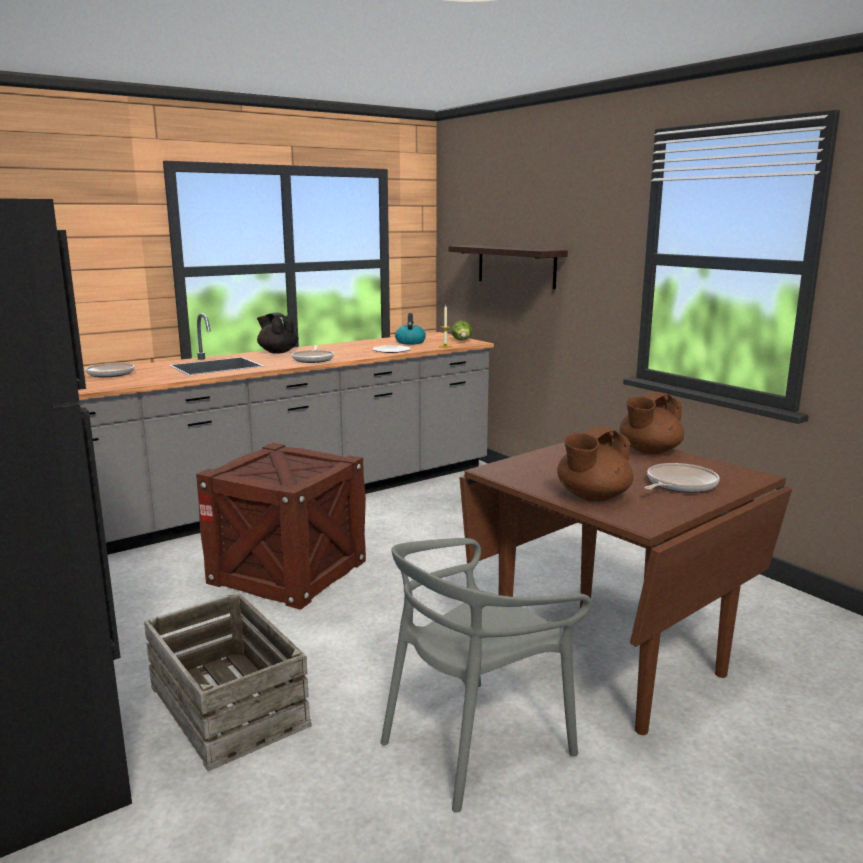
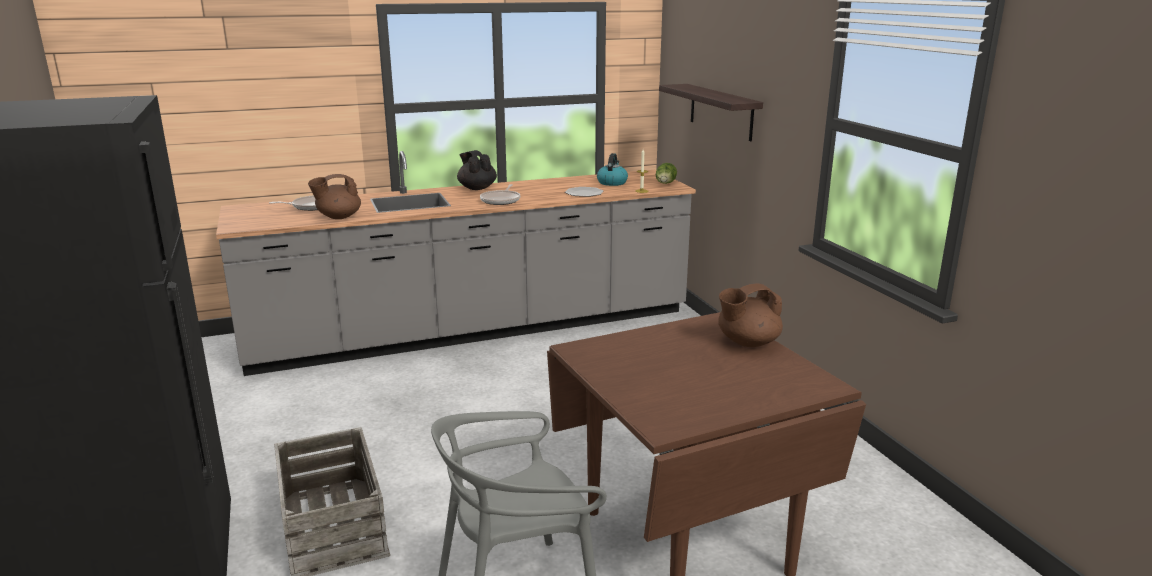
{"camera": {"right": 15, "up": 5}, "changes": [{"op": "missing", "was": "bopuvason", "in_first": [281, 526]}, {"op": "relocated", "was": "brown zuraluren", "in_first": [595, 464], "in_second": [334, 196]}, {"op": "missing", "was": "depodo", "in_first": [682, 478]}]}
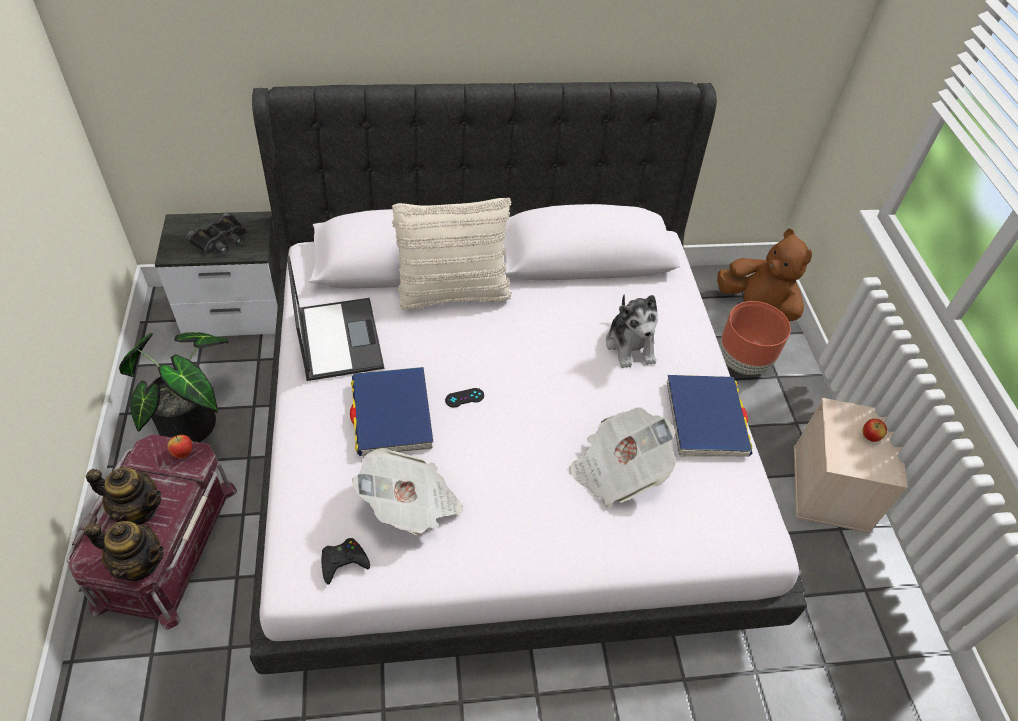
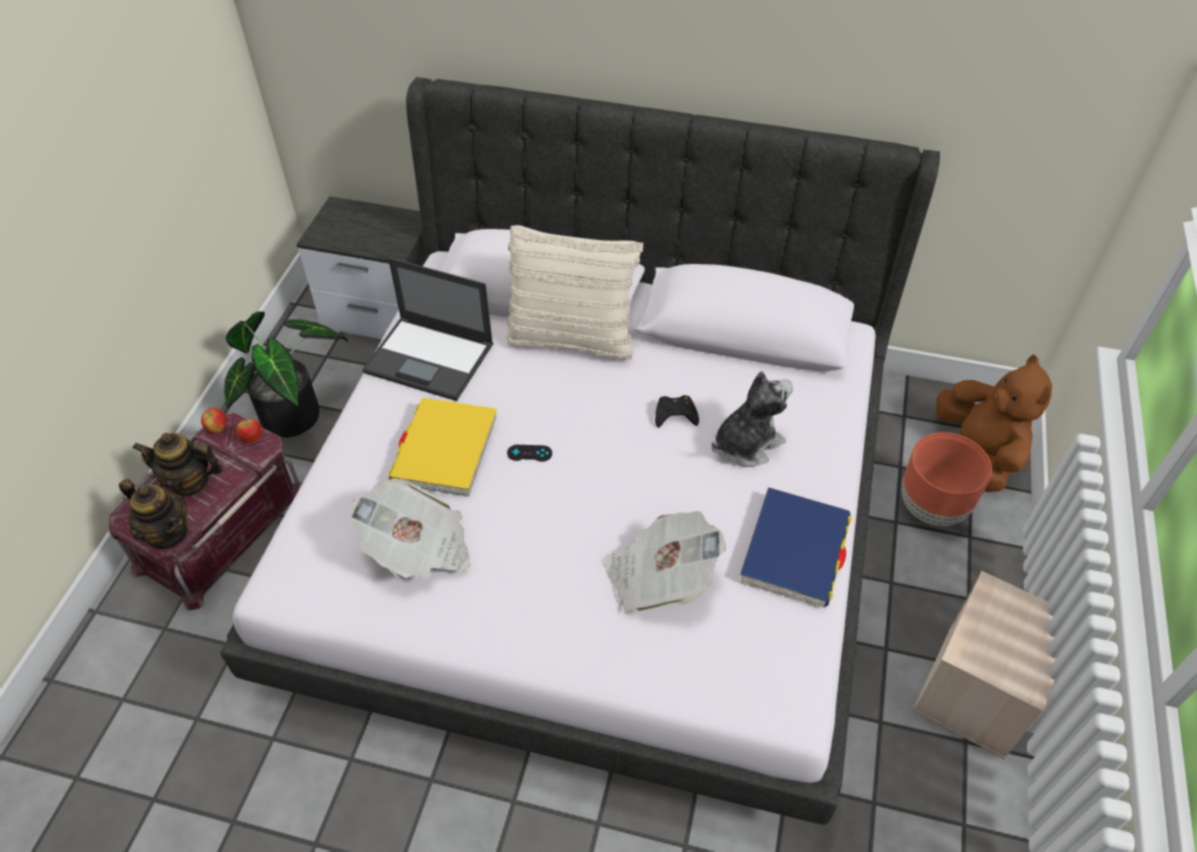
{"camera": {"right": 25, "up": 0}, "changes": [{"op": "spun", "was": "zuraluren", "in_first": [124, 496], "in_second": [178, 465], "clockwise": 150}, {"op": "missing", "was": "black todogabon", "in_first": [216, 233]}, {"op": "spun", "was": "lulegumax", "in_first": [335, 318], "in_second": [427, 329], "clockwise": 105}, {"op": "relocated", "was": "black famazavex", "in_first": [346, 561], "in_second": [677, 411]}, {"op": "colour", "was": "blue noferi", "now": "yellow noferi", "in_first": [391, 411], "in_second": [443, 447]}, {"op": "spun", "was": "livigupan", "in_first": [632, 331], "in_second": [752, 419], "clockwise": -135}, {"op": "relocated", "was": "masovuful", "in_first": [875, 430], "in_second": [213, 420]}]}
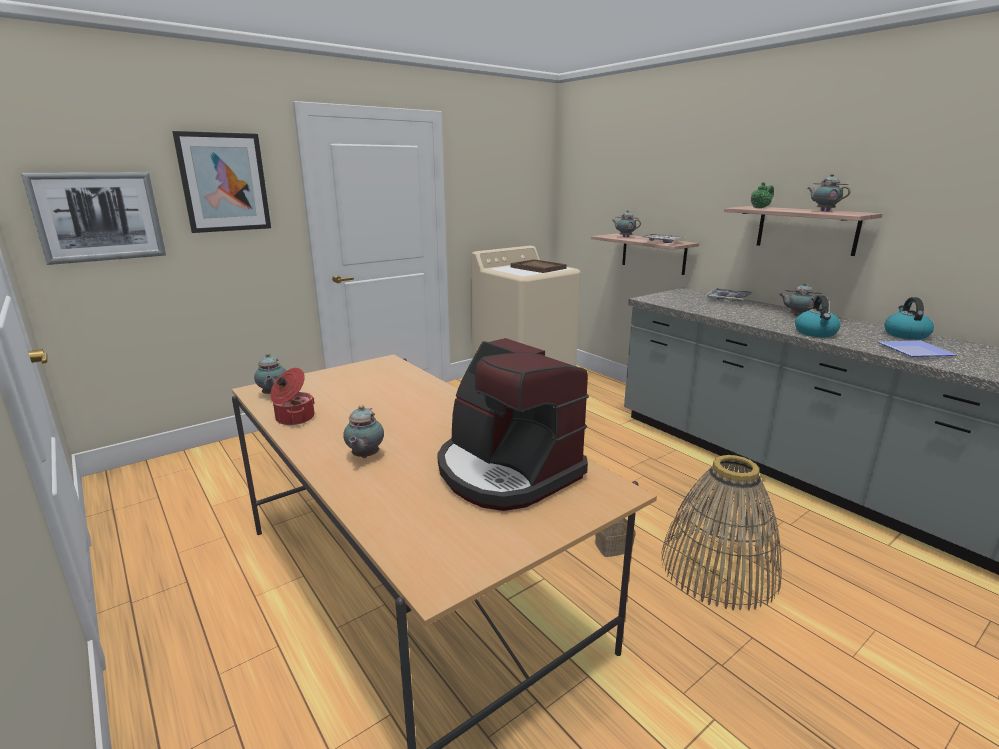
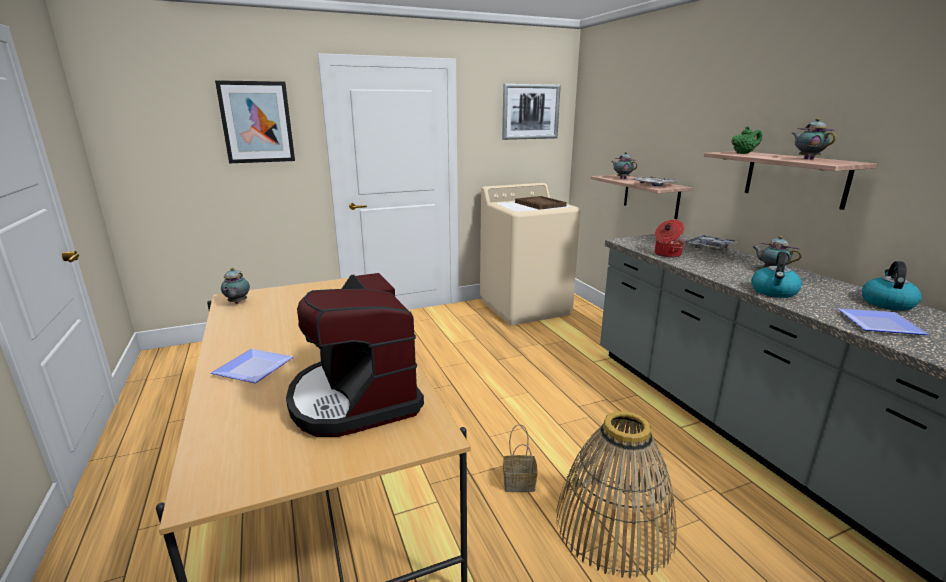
{"camera": {"right": 15, "up": 0}, "changes": [{"op": "relocated", "was": "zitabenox", "in_first": [93, 218], "in_second": [531, 112]}, {"op": "relocated", "was": "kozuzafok", "in_first": [293, 396], "in_second": [669, 239]}, {"op": "exchanged", "was": "zuraluren", "now": "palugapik", "in_first": [363, 431], "in_second": [252, 366]}]}
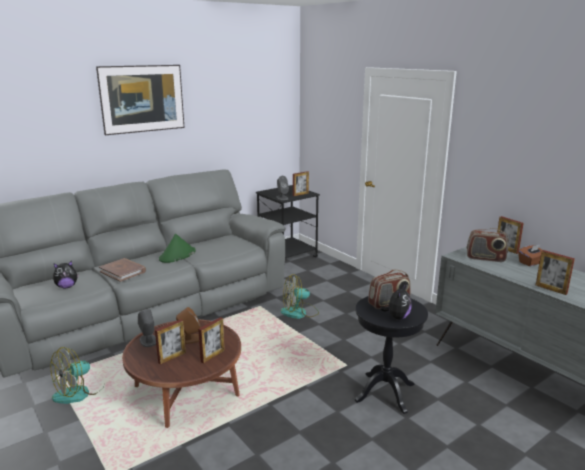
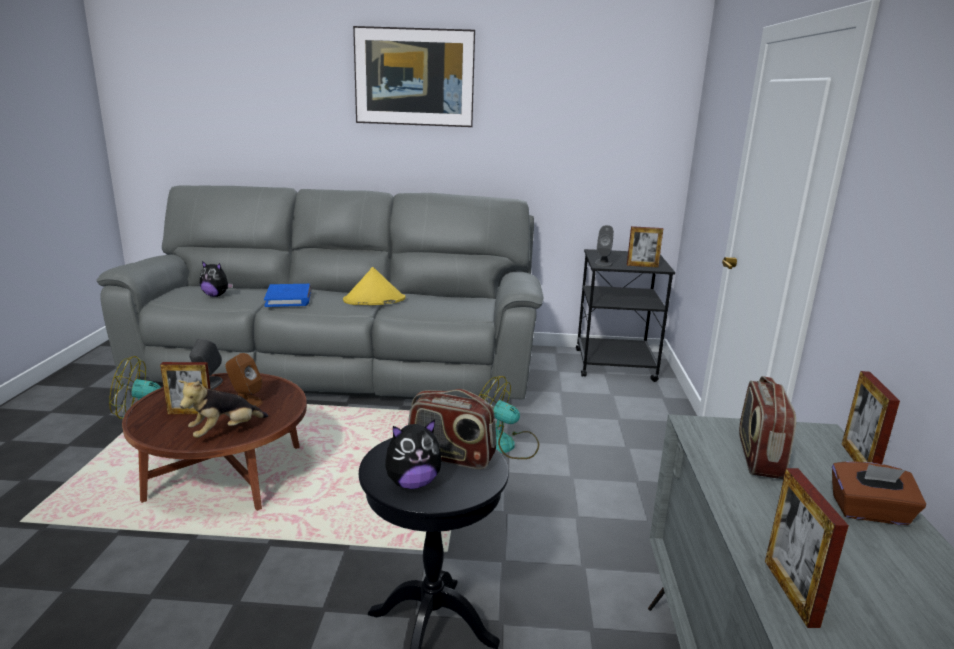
{"camera": {"right": 40, "up": 0}, "changes": [{"op": "colour", "was": "brown noferi", "now": "blue noferi", "in_first": [122, 270], "in_second": [288, 295]}, {"op": "colour", "was": "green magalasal", "now": "yellow magalasal", "in_first": [177, 248], "in_second": [374, 286]}, {"op": "exchanged", "was": "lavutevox", "now": "livigupan", "in_first": [211, 340], "in_second": [223, 409]}, {"op": "spun", "was": "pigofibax", "in_first": [487, 245], "in_second": [767, 427], "clockwise": 45}]}
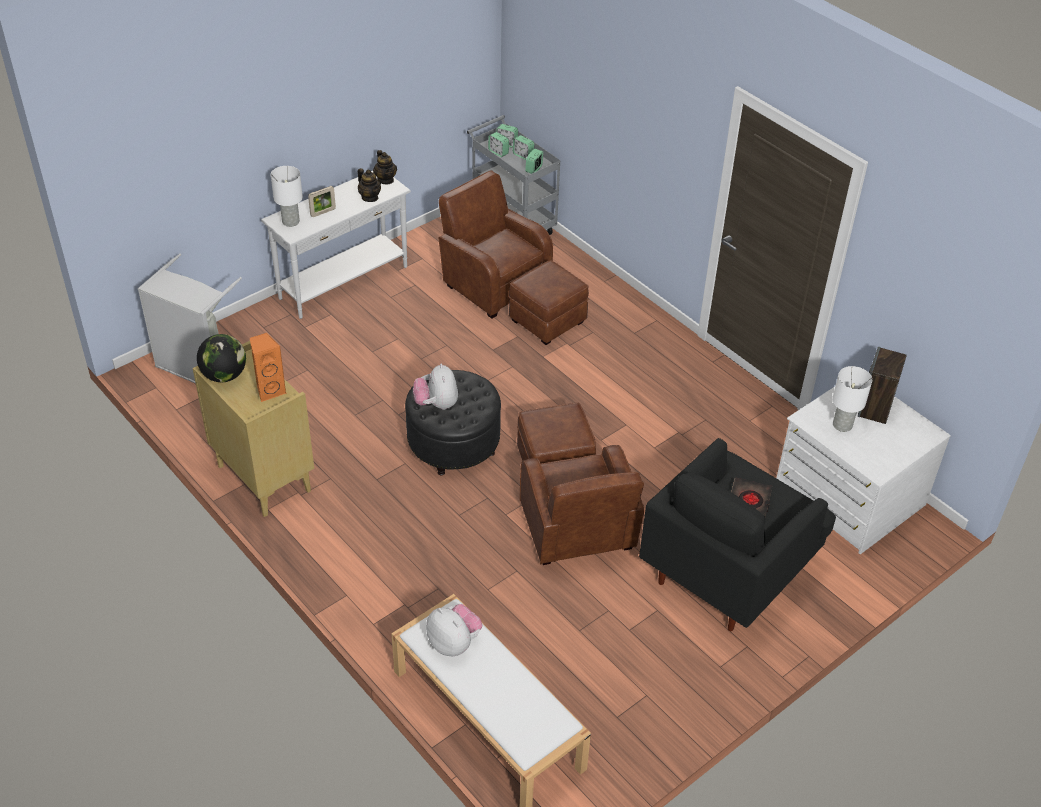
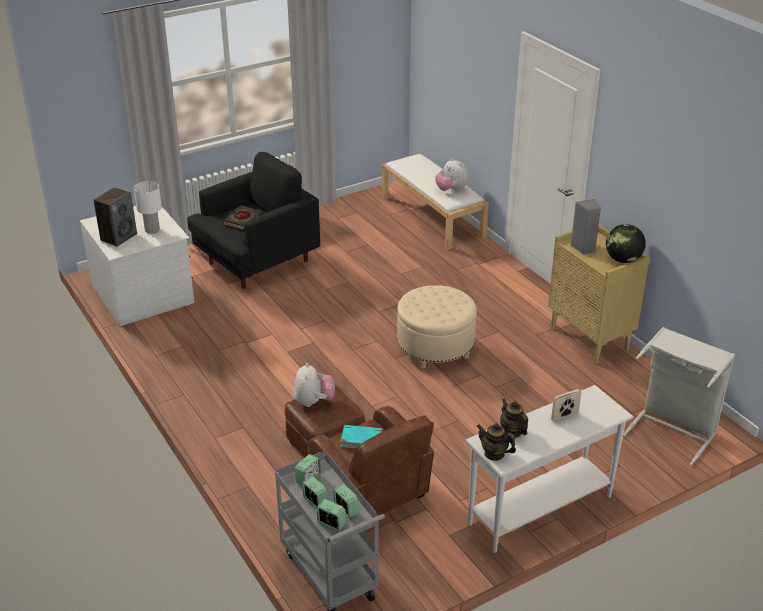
{"camera": {"right": -170, "up": -10}, "changes": [{"op": "colour", "was": "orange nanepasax", "now": "grey nanepasax", "in_first": [268, 367], "in_second": [586, 226]}, {"op": "missing", "was": "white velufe", "in_first": [287, 196]}, {"op": "spun", "was": "zuraluren", "in_first": [385, 167], "in_second": [496, 442], "clockwise": -45}, {"op": "colour", "was": "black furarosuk", "now": "beige furarosuk", "in_first": [453, 422], "in_second": [437, 327]}, {"op": "relocated", "was": "livigupan", "in_first": [435, 387], "in_second": [314, 385]}, {"op": "missing", "was": "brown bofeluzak", "in_first": [581, 483]}, {"op": "appeared", "now": "turquoise noferi", "in_second": [359, 436]}]}
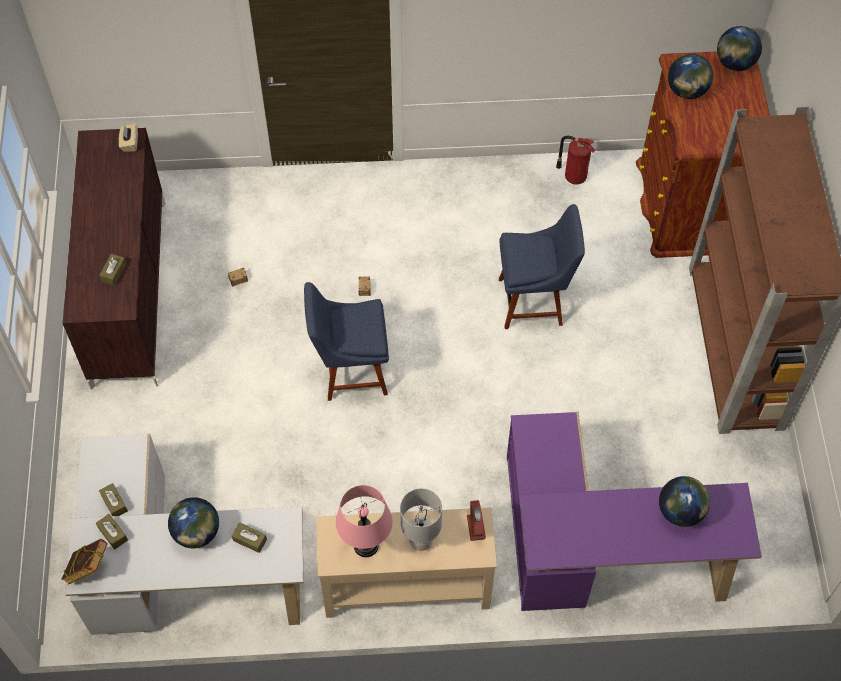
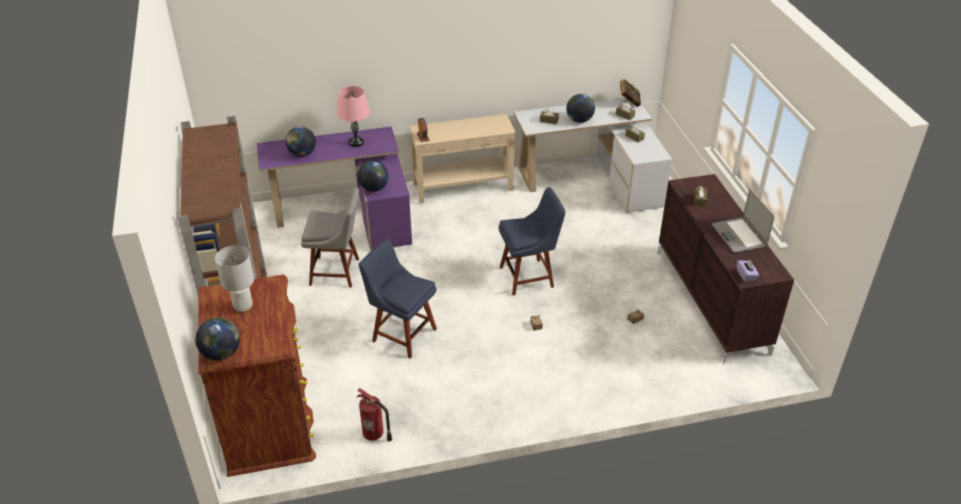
{"camera": {"right": 170, "up": -20}, "changes": [{"op": "colour", "was": "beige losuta", "now": "purple losuta", "in_first": [128, 137], "in_second": [748, 271]}, {"op": "relocated", "was": "pink velufe", "in_first": [364, 521], "in_second": [353, 116]}, {"op": "relocated", "was": "grey velufe", "in_first": [421, 519], "in_second": [234, 279]}, {"op": "spun", "was": "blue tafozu", "in_first": [542, 266], "in_second": [398, 299], "clockwise": 45}, {"op": "relocated", "was": "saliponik", "in_first": [690, 76], "in_second": [372, 176]}, {"op": "appeared", "now": "grey tafozu", "in_second": [330, 237]}, {"op": "appeared", "now": "lulegumax", "in_second": [743, 220]}]}
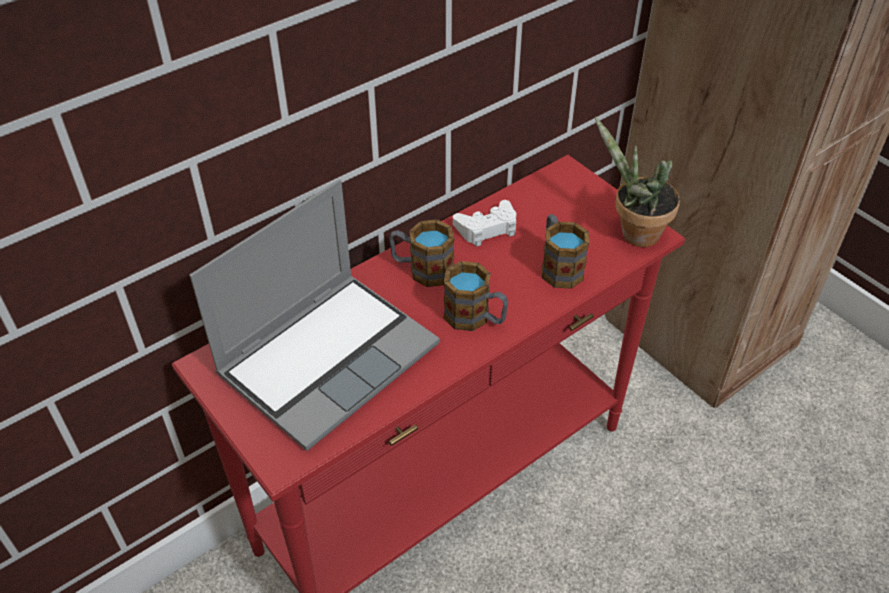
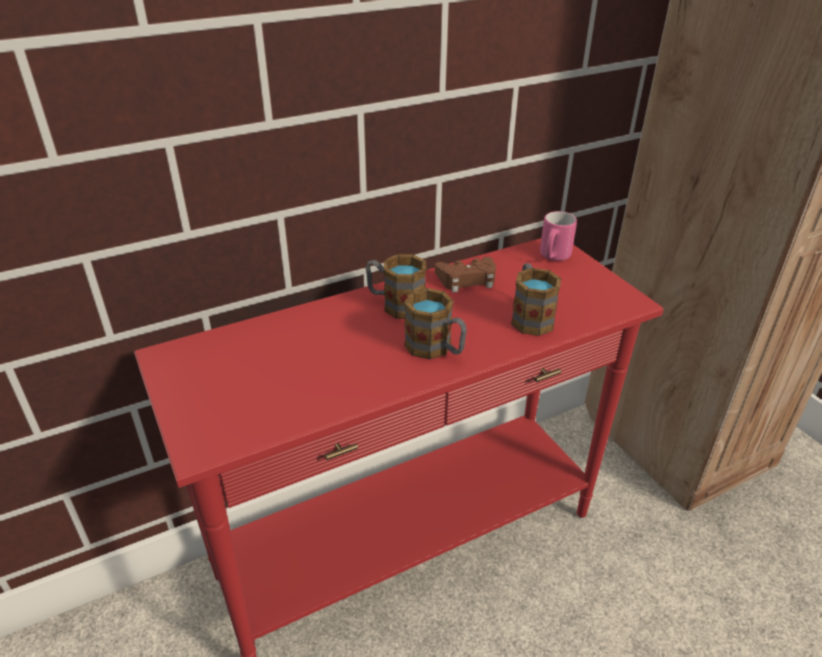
{"camera": {"right": 10, "up": -10}, "changes": [{"op": "missing", "was": "lulegumax", "in_first": [315, 315]}, {"op": "colour", "was": "white famazavex", "now": "brown famazavex", "in_first": [484, 223], "in_second": [465, 275]}, {"op": "missing", "was": "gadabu", "in_first": [637, 181]}, {"op": "appeared", "now": "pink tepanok", "in_second": [558, 236]}]}
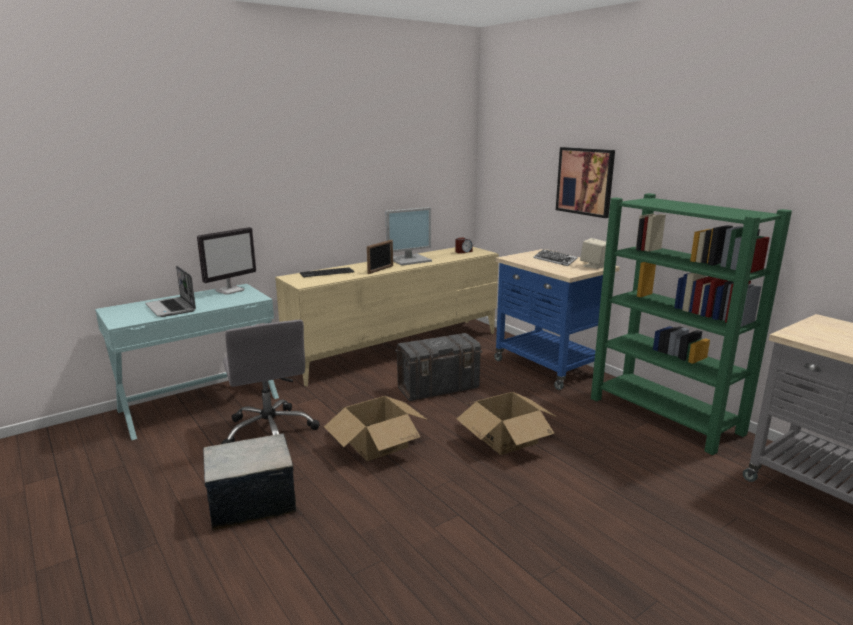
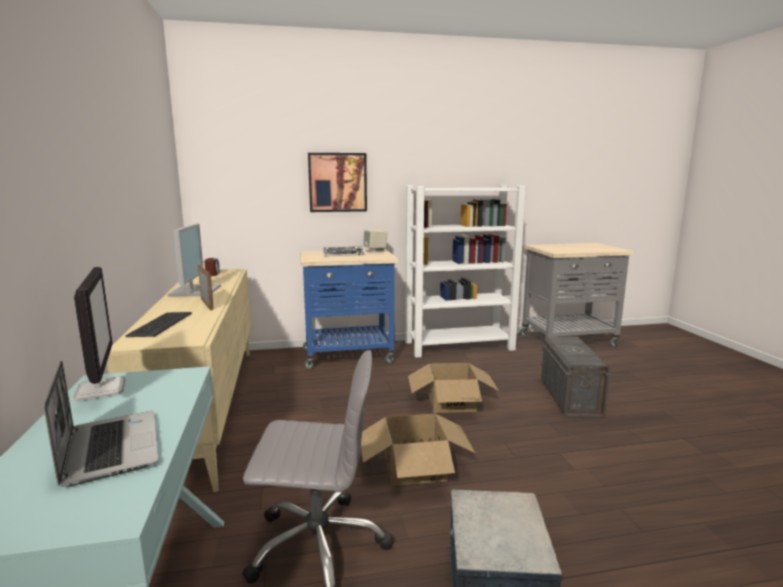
{"camera": {"right": -65, "up": -5}, "changes": [{"op": "spun", "was": "lulegumax", "in_first": [170, 291], "in_second": [101, 424], "clockwise": -105}, {"op": "relocated", "was": "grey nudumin", "in_first": [438, 367], "in_second": [576, 377]}, {"op": "colour", "was": "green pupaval", "now": "white pupaval", "in_first": [691, 324], "in_second": [465, 271]}]}
